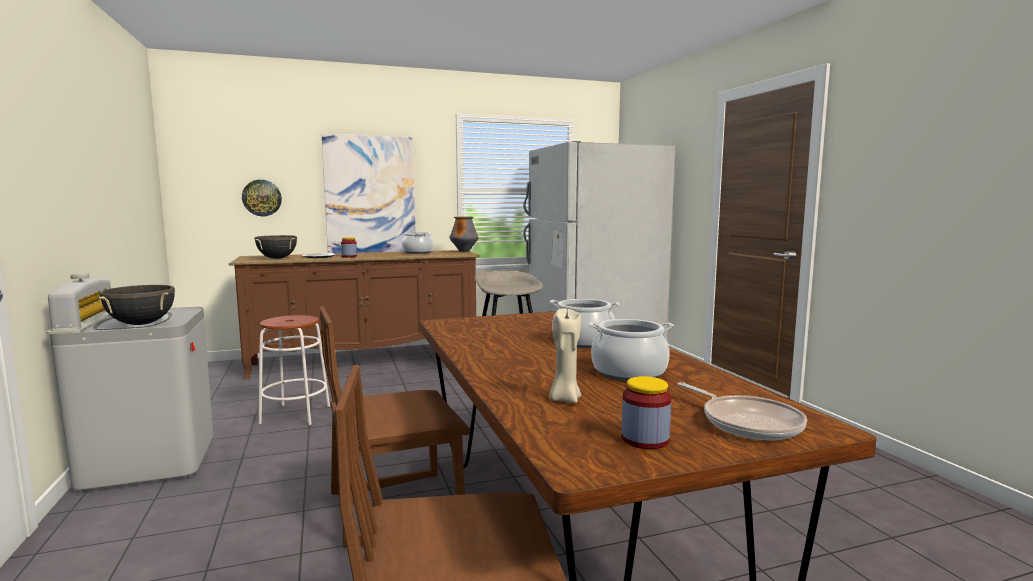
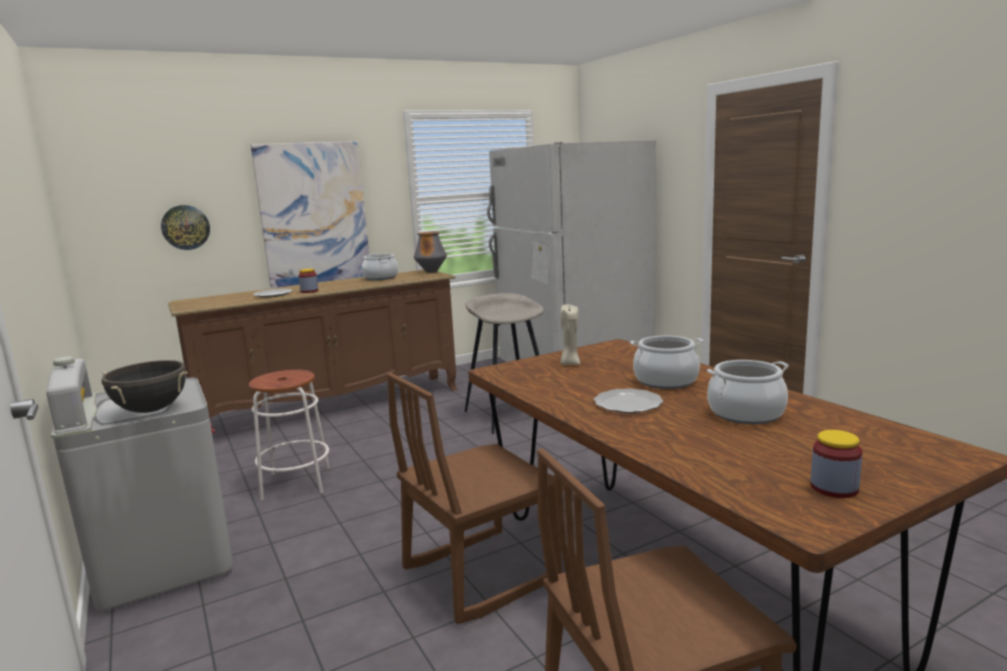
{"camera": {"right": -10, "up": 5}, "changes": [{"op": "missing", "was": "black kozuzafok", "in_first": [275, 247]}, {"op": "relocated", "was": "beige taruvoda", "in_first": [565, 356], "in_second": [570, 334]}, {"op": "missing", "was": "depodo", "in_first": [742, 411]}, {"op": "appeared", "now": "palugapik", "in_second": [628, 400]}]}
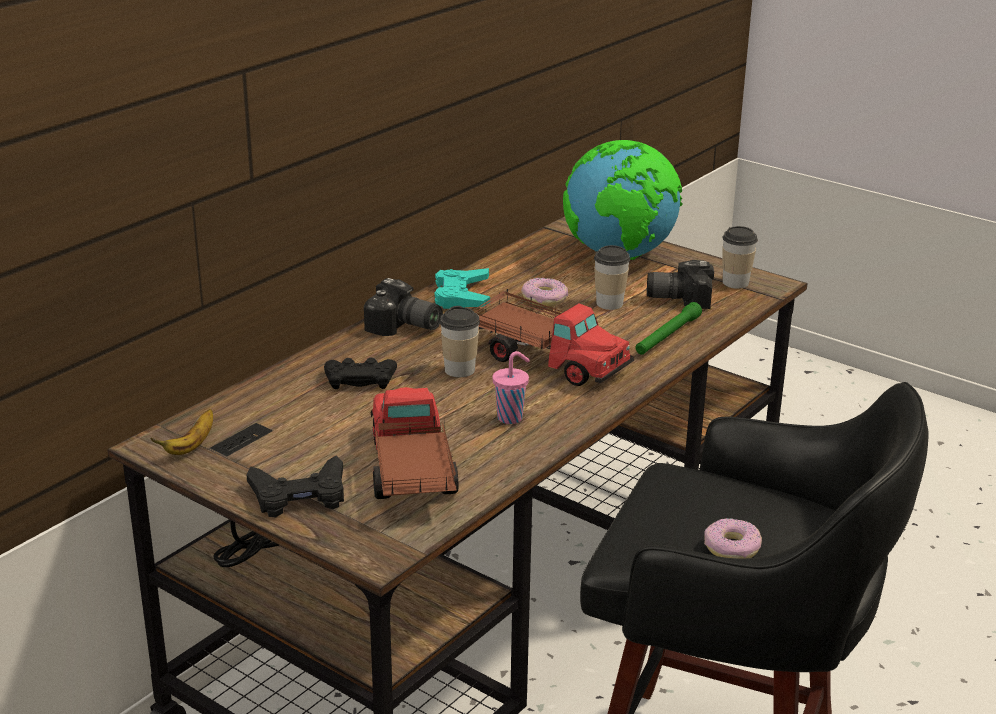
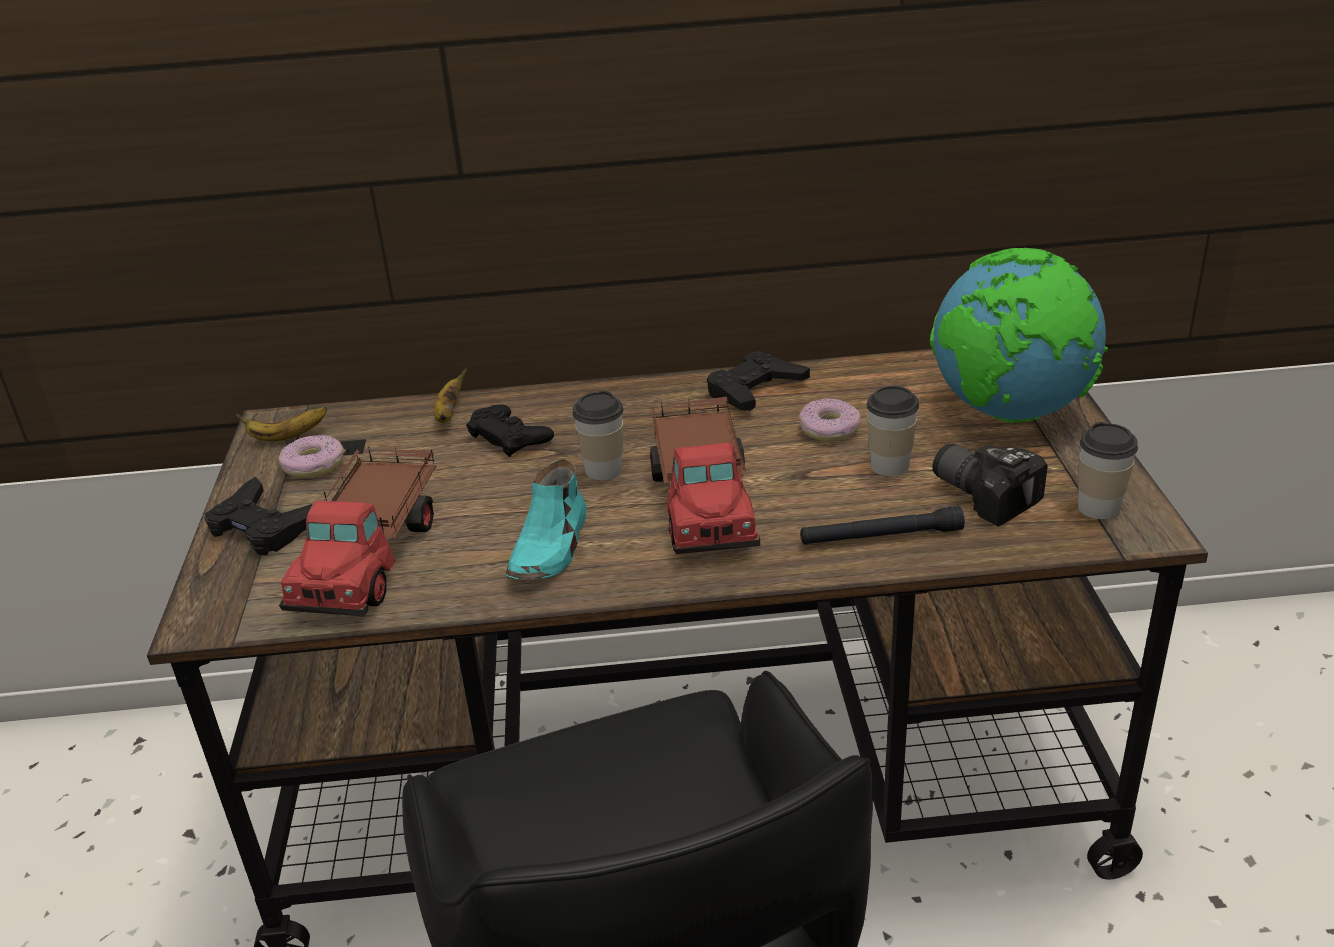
{"camera": {"right": 50, "up": 5}, "changes": [{"op": "missing", "was": "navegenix", "in_first": [403, 307]}, {"op": "spun", "was": "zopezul", "in_first": [415, 443], "in_second": [357, 531], "clockwise": 150}, {"op": "colour", "was": "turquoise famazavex", "now": "black famazavex", "in_first": [462, 288], "in_second": [758, 381]}, {"op": "exchanged", "was": "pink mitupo", "now": "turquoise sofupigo", "in_first": [511, 387], "in_second": [546, 520]}, {"op": "colour", "was": "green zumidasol", "now": "black zumidasol", "in_first": [668, 328], "in_second": [882, 525]}, {"op": "relocated", "was": "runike", "in_first": [733, 538], "in_second": [311, 456]}, {"op": "appeared", "now": "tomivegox", "in_second": [450, 395]}]}
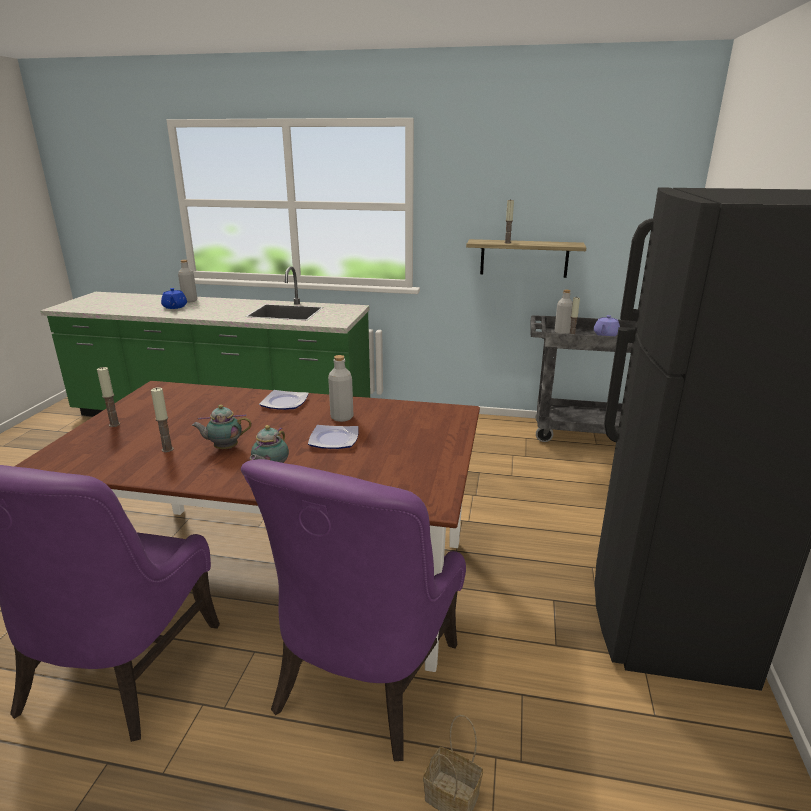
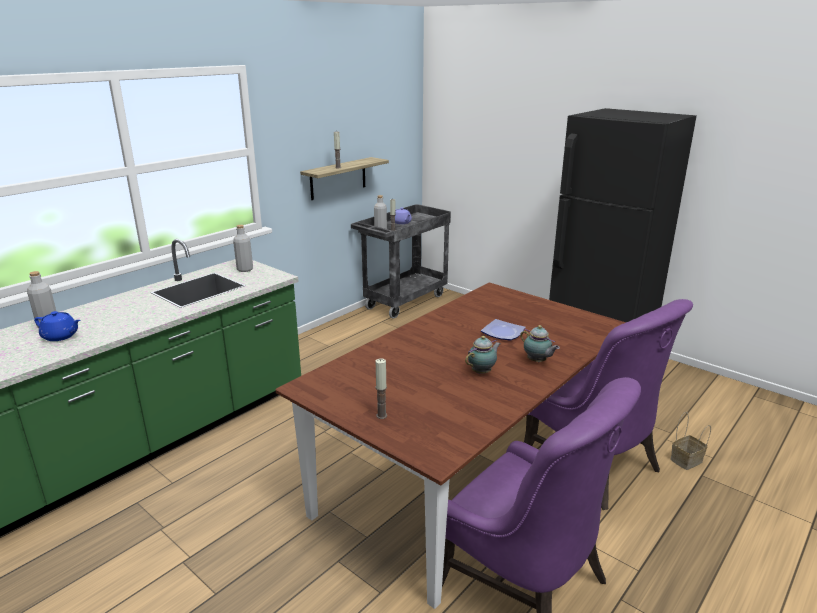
{"camera": {"right": -60, "up": 0}, "changes": [{"op": "missing", "was": "taruvoda", "in_first": [162, 420]}, {"op": "spun", "was": "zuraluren", "in_first": [222, 427], "in_second": [482, 355], "clockwise": -150}, {"op": "missing", "was": "palugapik", "in_first": [284, 400]}, {"op": "relocated", "was": "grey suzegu", "in_first": [340, 388], "in_second": [243, 248]}]}
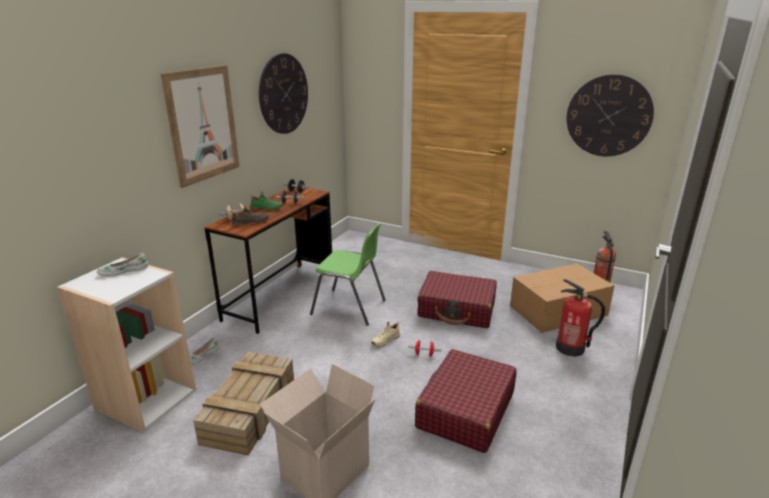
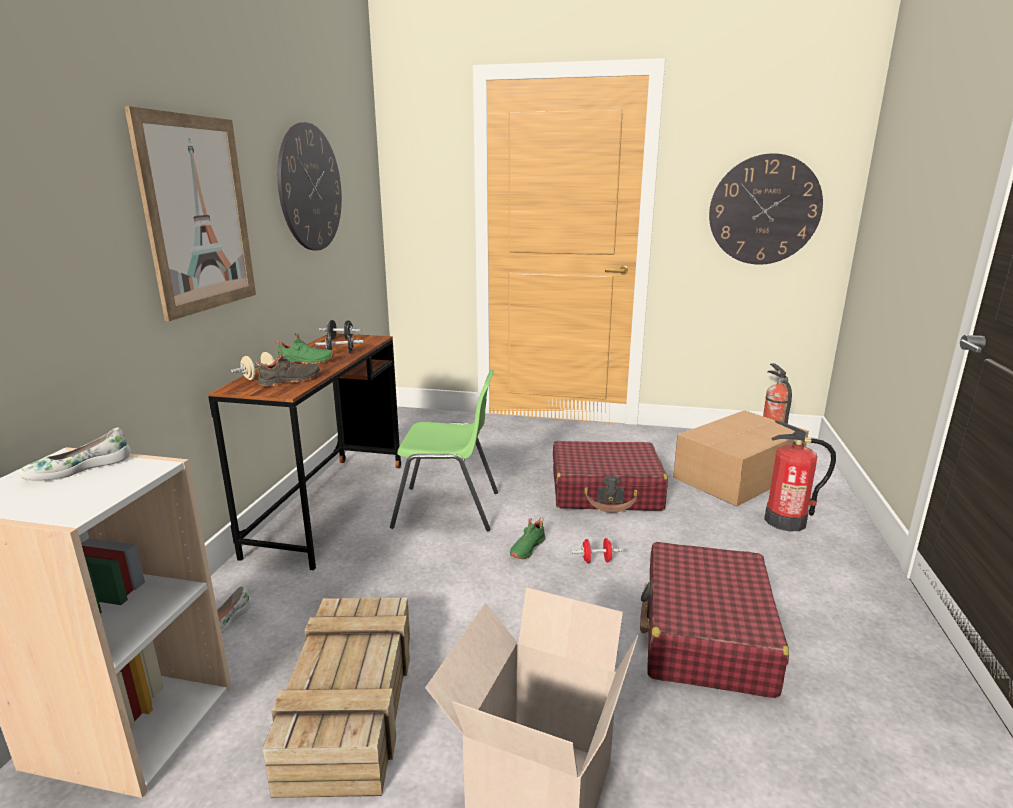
{"camera": {"right": -15, "up": -5}, "changes": [{"op": "colour", "was": "beige sofupigo", "now": "green sofupigo", "in_first": [385, 334], "in_second": [527, 538]}]}
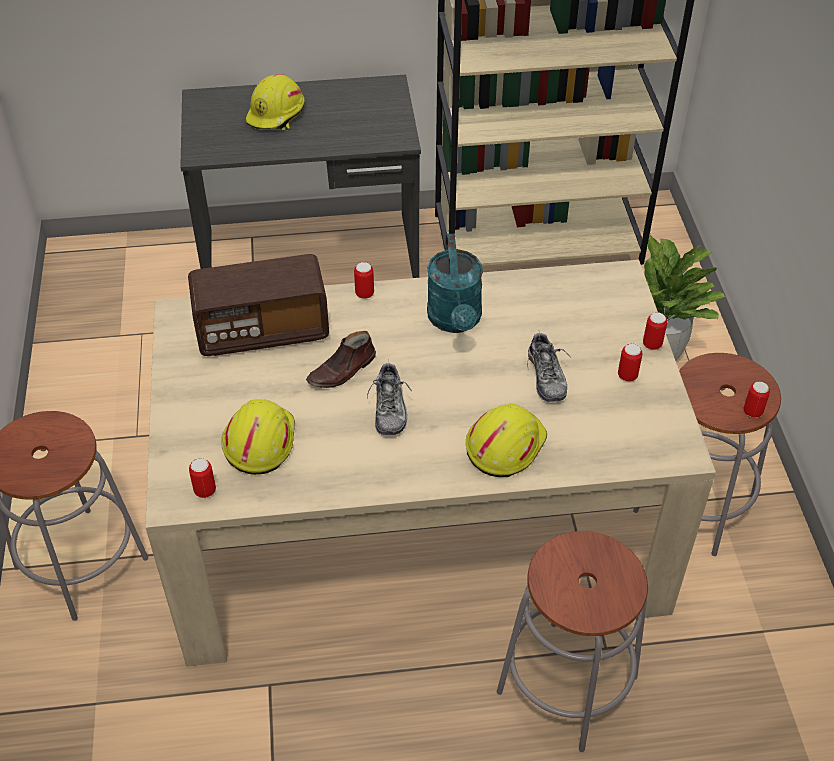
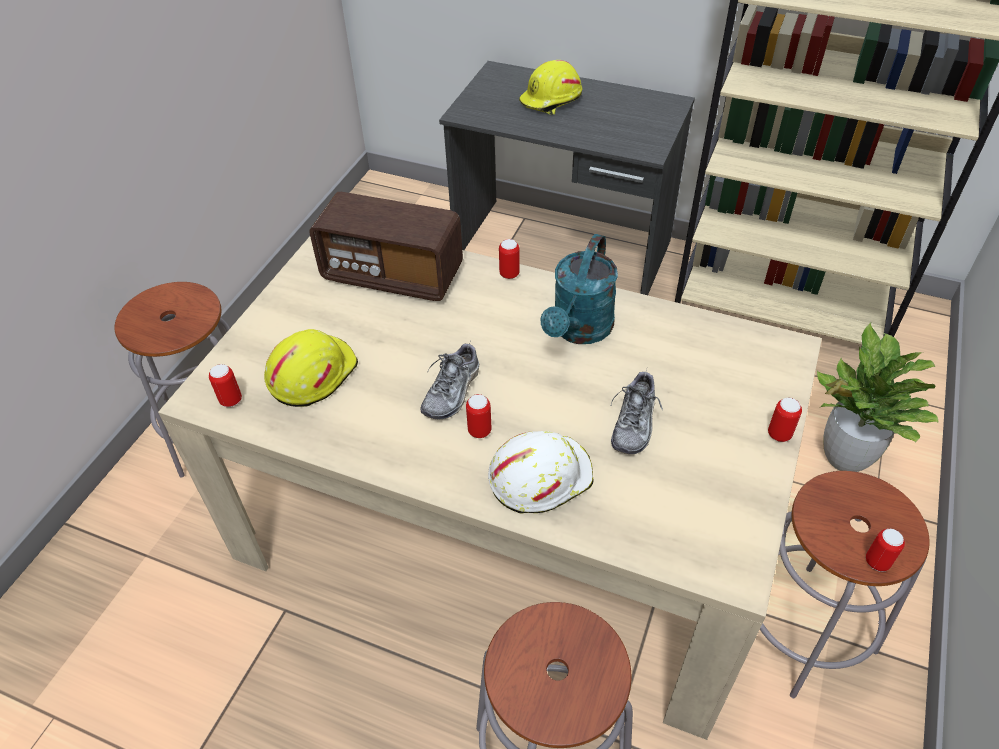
{"camera": {"right": 30, "up": 0}, "changes": [{"op": "missing", "was": "brown sofupigo", "in_first": [341, 359]}, {"op": "colour", "was": "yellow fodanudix", "now": "white fodanudix", "in_first": [506, 440], "in_second": [540, 472]}, {"op": "relocated", "was": "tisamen", "in_first": [630, 362], "in_second": [479, 416]}]}
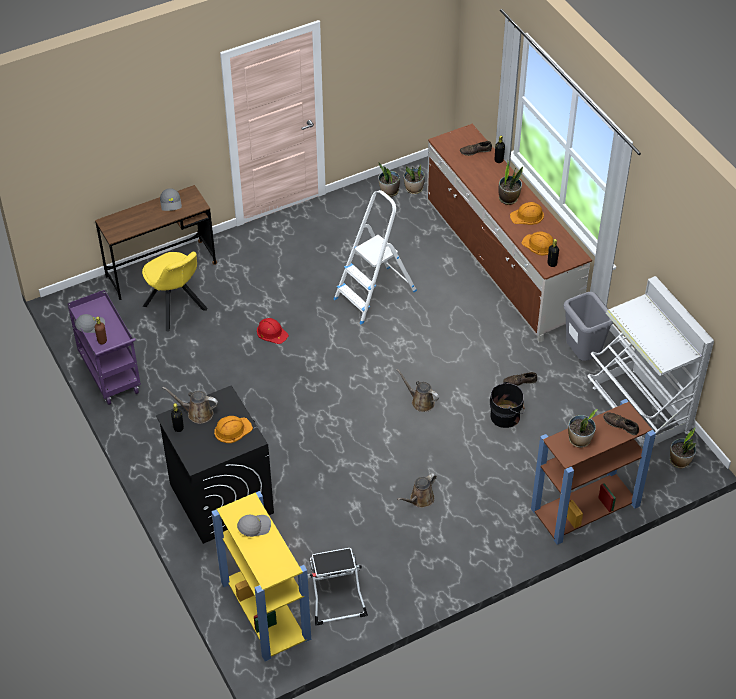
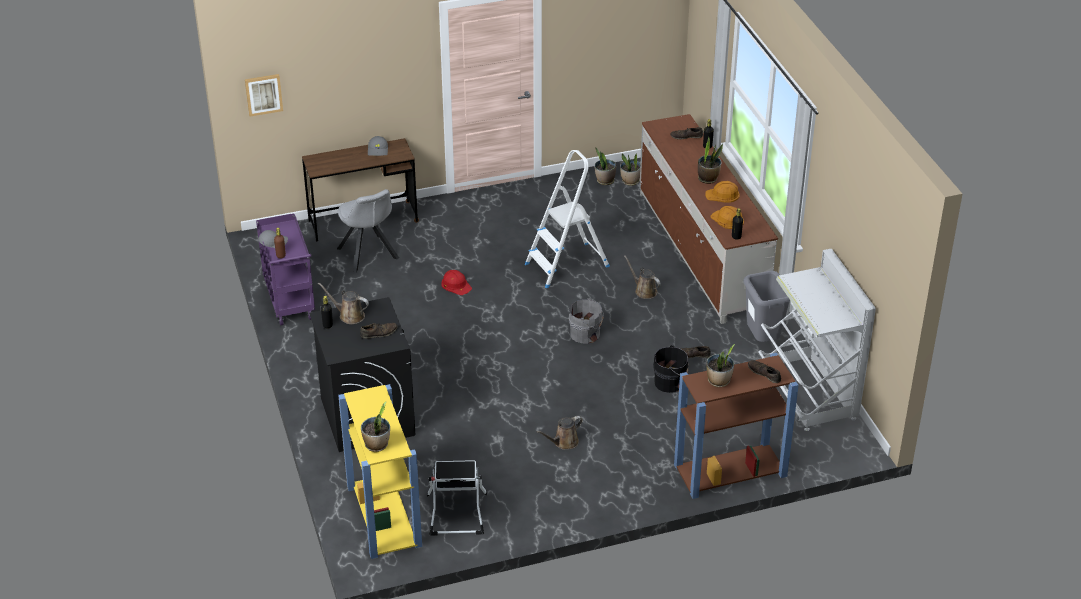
{"camera": {"right": 10, "up": -10}, "changes": [{"op": "colour", "was": "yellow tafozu", "now": "grey tafozu", "in_first": [175, 292], "in_second": [368, 230]}, {"op": "exchanged", "was": "orange fodanudix", "now": "brown sofupigo", "in_first": [233, 429], "in_second": [379, 331]}, {"op": "missing", "was": "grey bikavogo", "in_first": [254, 526]}, {"op": "relocated", "was": "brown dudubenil", "in_first": [418, 390], "in_second": [642, 277]}, {"op": "relocated", "was": "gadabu", "in_first": [683, 447], "in_second": [375, 427]}, {"op": "appeared", "now": "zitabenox", "in_second": [264, 95]}, {"op": "appeared", "now": "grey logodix", "in_second": [586, 320]}]}
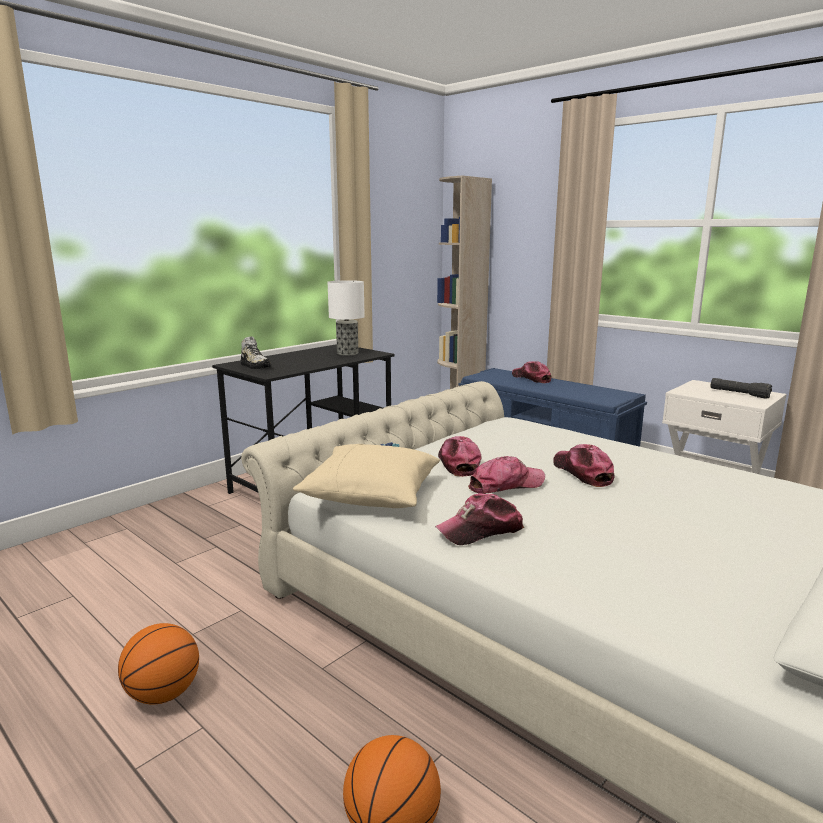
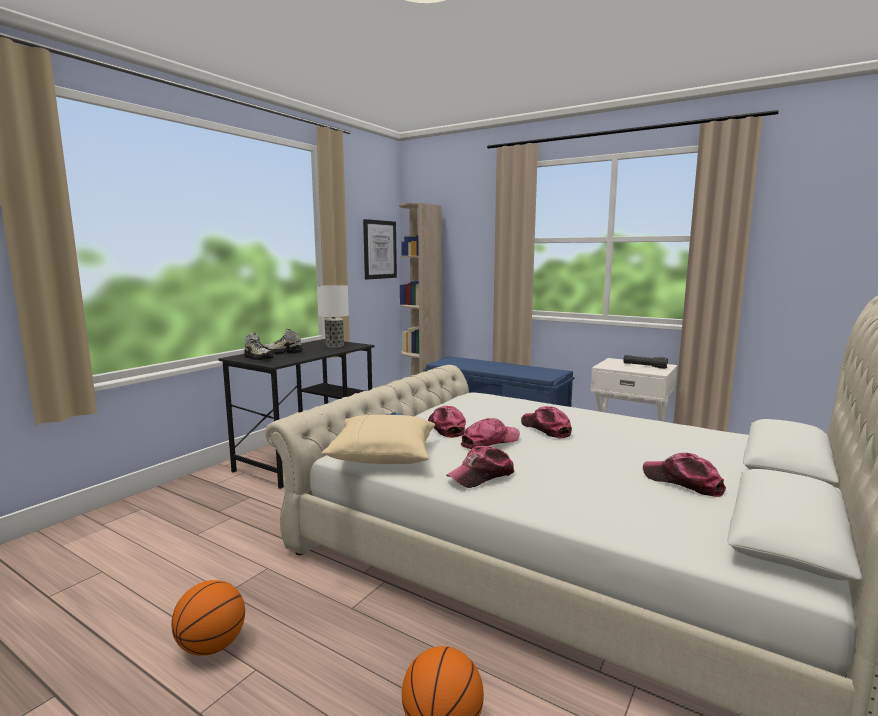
{"camera": {"right": -10, "up": -5}, "changes": [{"op": "relocated", "was": "bikavogo", "in_first": [532, 372], "in_second": [684, 475]}, {"op": "appeared", "now": "sofupigo", "in_second": [283, 342]}, {"op": "appeared", "now": "zitabenox", "in_second": [380, 249]}]}
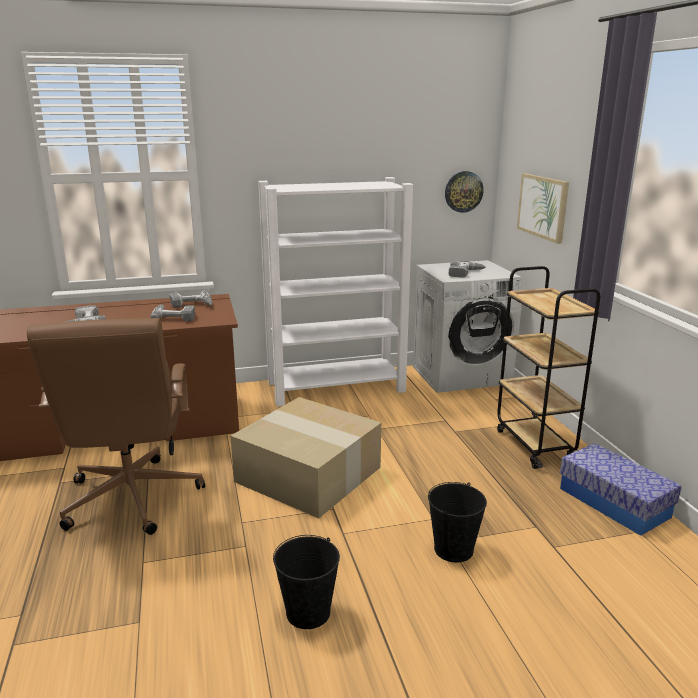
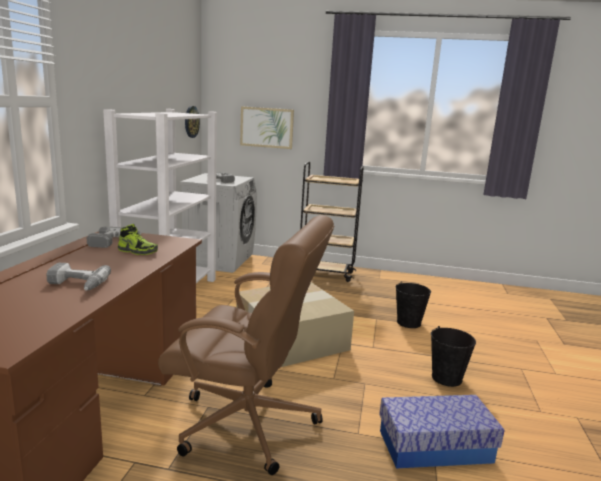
{"camera": {"right": -65, "up": -5}, "changes": [{"op": "exchanged", "was": "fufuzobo", "now": "sofupigo", "in_first": [173, 312], "in_second": [138, 239]}, {"op": "relocated", "was": "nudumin", "in_first": [621, 489], "in_second": [442, 432]}]}
